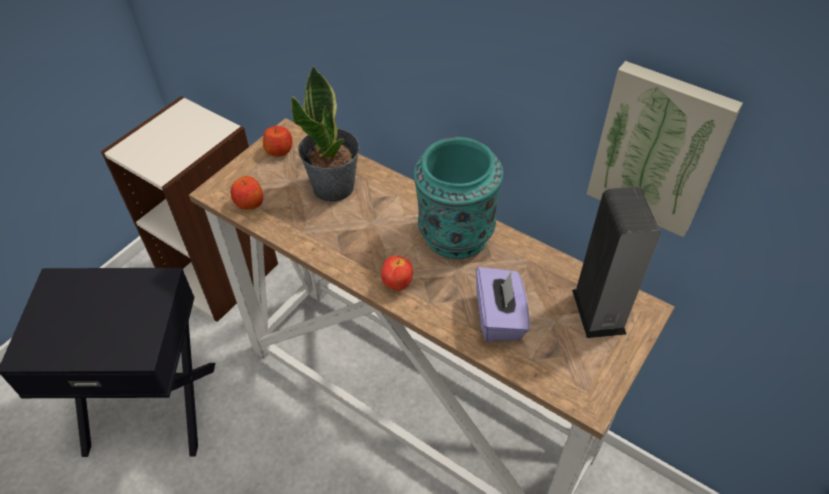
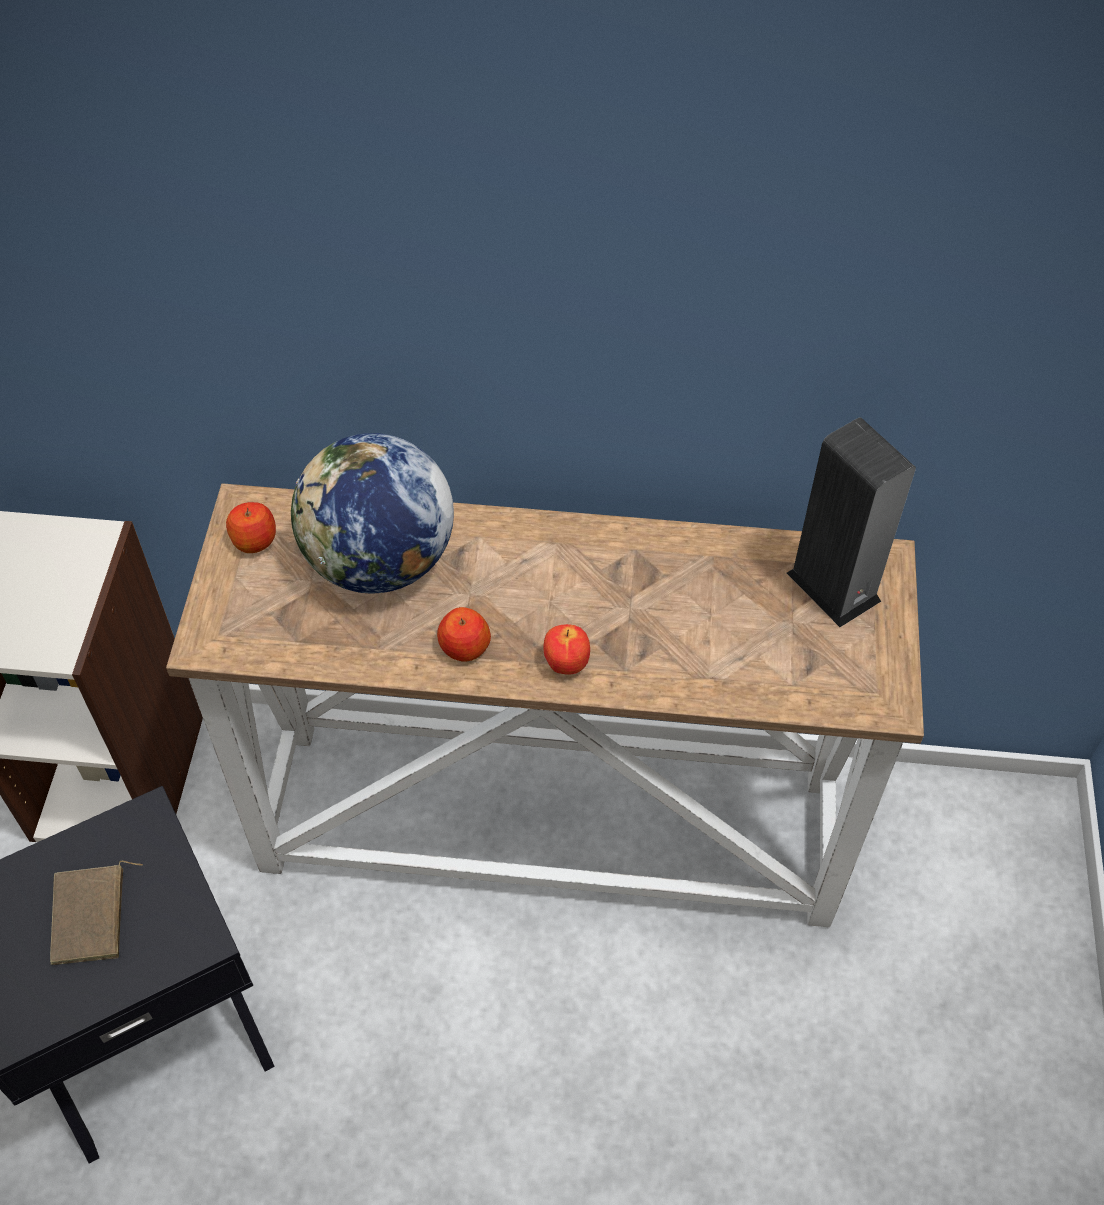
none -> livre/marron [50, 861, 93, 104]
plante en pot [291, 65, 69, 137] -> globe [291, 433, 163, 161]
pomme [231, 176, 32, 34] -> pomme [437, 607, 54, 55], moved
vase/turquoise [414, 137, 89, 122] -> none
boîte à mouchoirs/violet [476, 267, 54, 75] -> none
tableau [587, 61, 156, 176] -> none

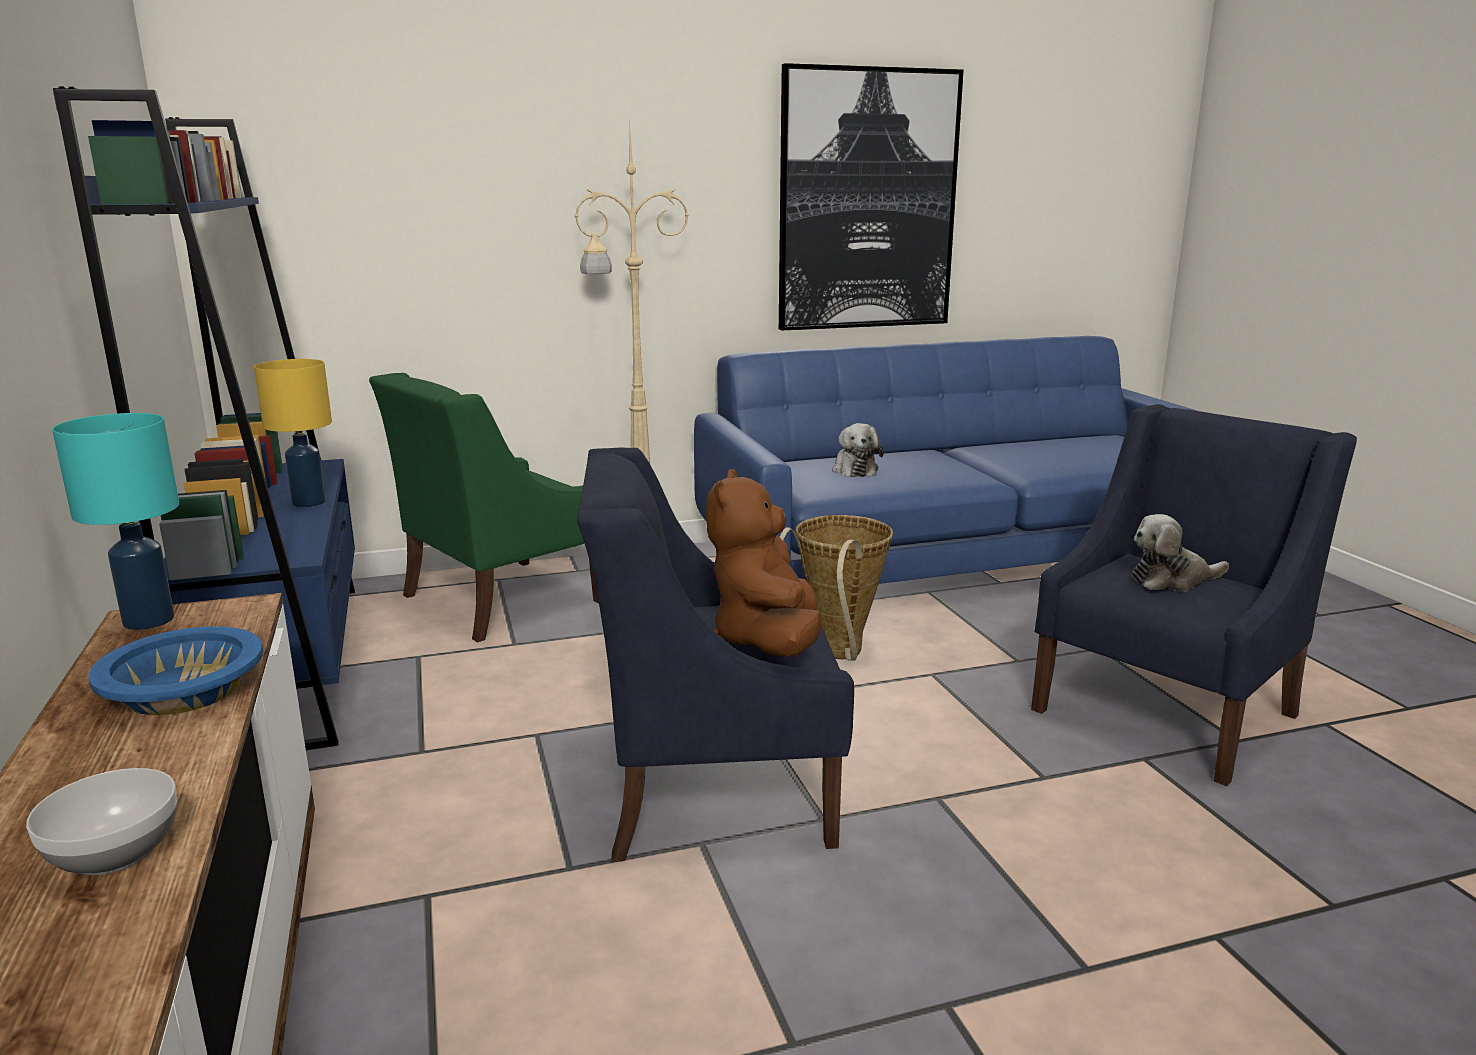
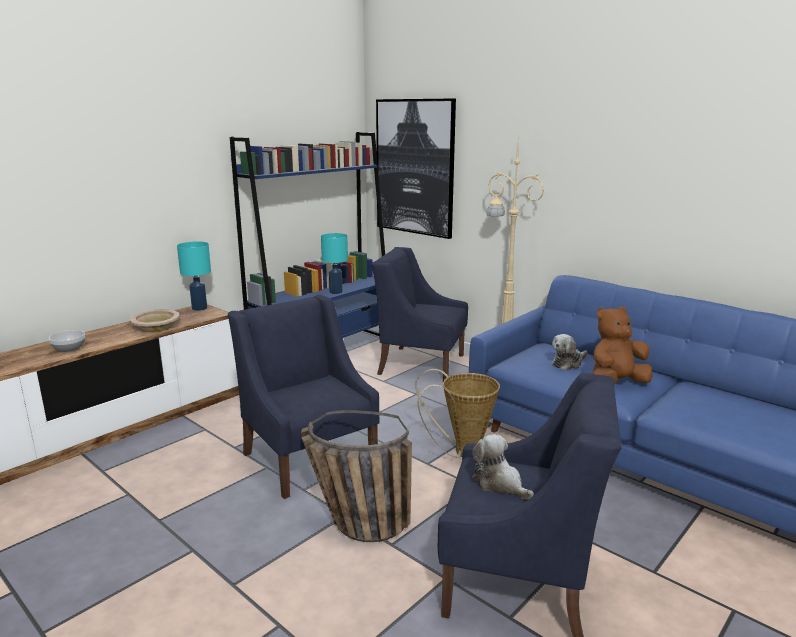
bol/bleu [88, 626, 175, 89] -> bol/beige [130, 309, 50, 23]
none -> panier [301, 410, 111, 132]
lampe de table/jaune [254, 359, 78, 148] -> lampe de table/turquoise [321, 233, 27, 61]
fauteuil/vert [369, 373, 230, 269] -> fauteuil/bleu [371, 247, 97, 134]
tableau [779, 63, 185, 268] -> tableau [376, 98, 80, 141], moved
peluche/marron [706, 469, 116, 188] -> peluche/marron [592, 306, 61, 78], moved

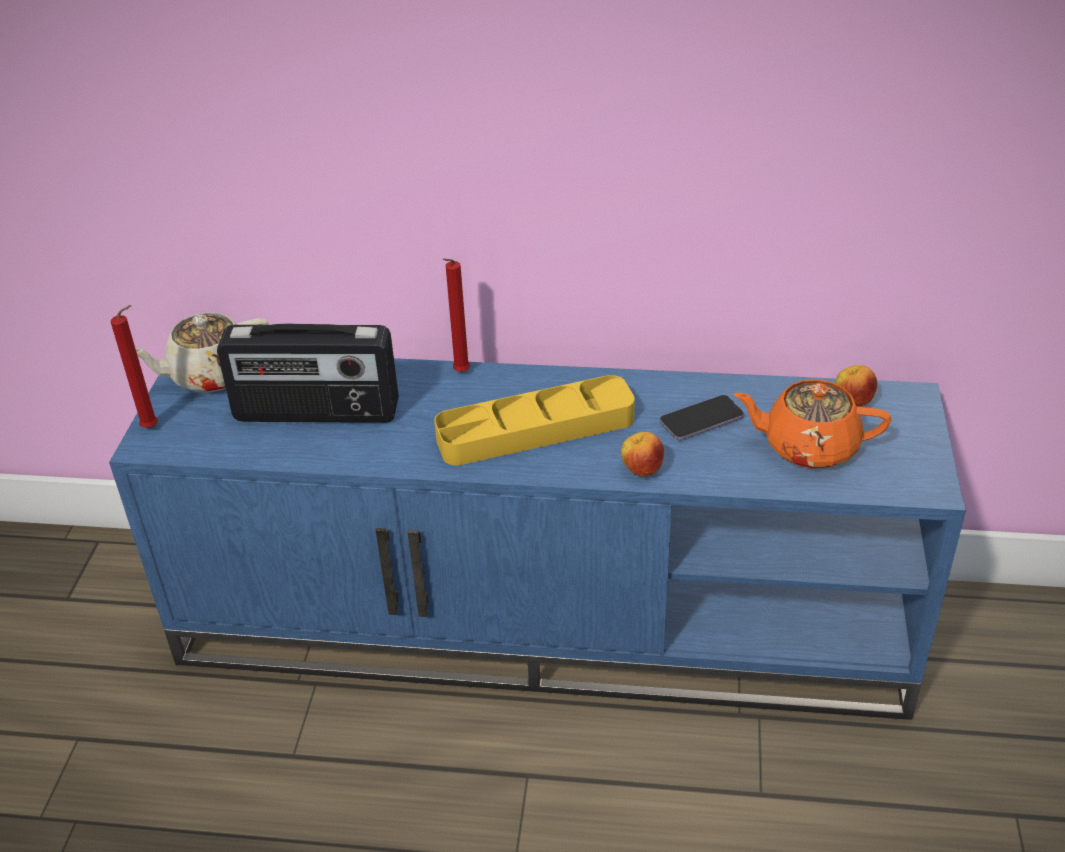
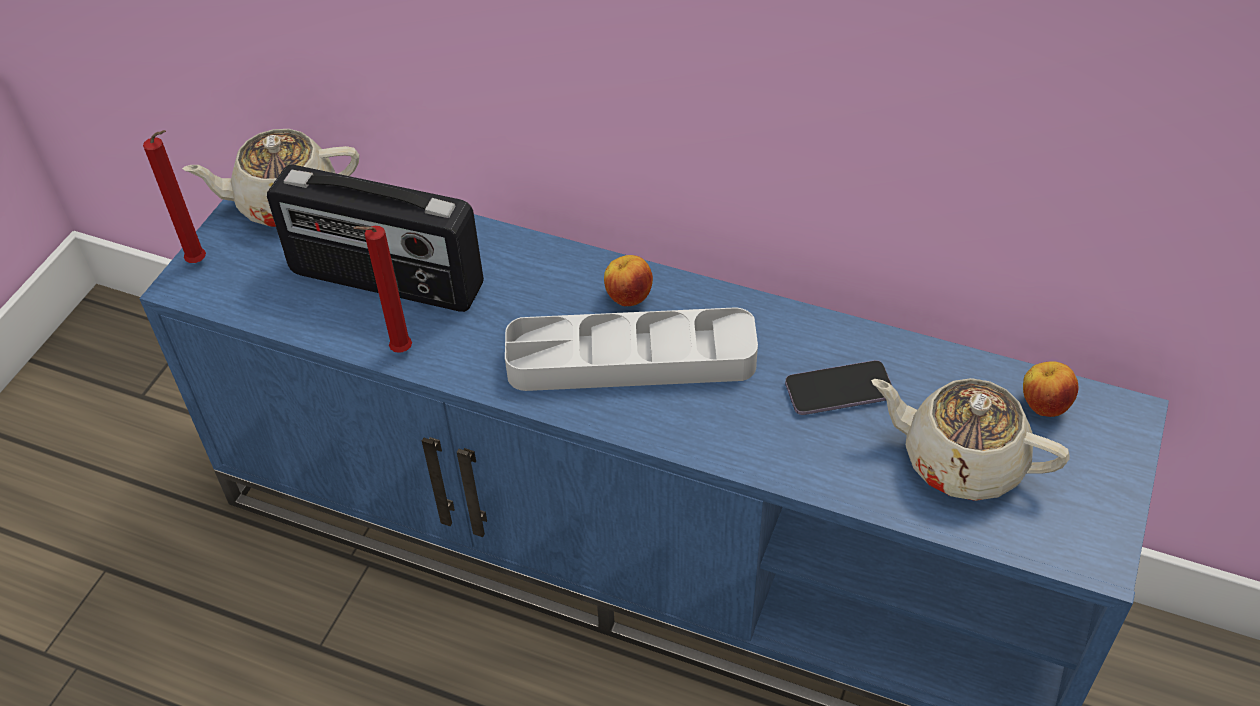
bougie/rouge [442, 258, 28, 114] -> bougie/rouge [354, 226, 58, 127], moved
plateau/jaune [434, 375, 201, 90] -> plateau/gris [505, 308, 253, 83]
pomme [621, 432, 43, 45] -> pomme [604, 255, 49, 51], moved
théière/orange [733, 380, 158, 89] -> théière/beige [871, 378, 199, 123]

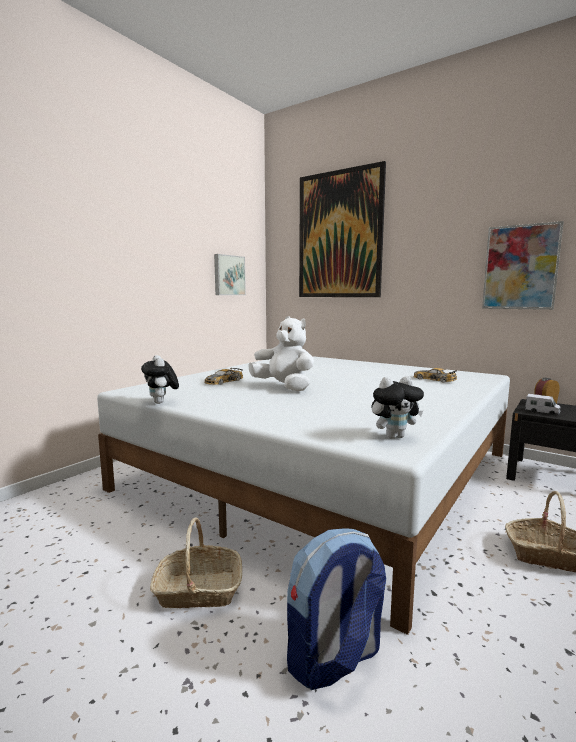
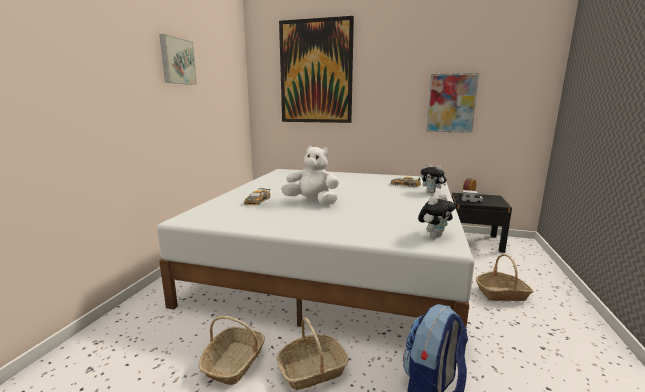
tableau [214, 254, 32, 41] -> tableau [159, 34, 38, 51], moved
none -> panier [198, 316, 67, 69]
peluche [141, 355, 38, 49] -> peluche [421, 164, 26, 29], moved

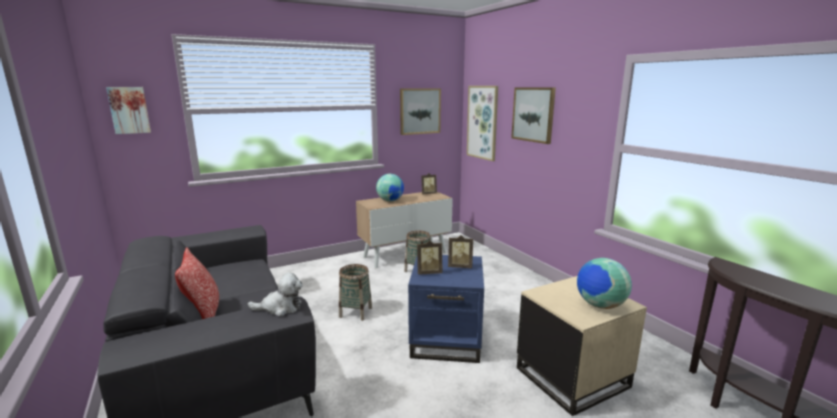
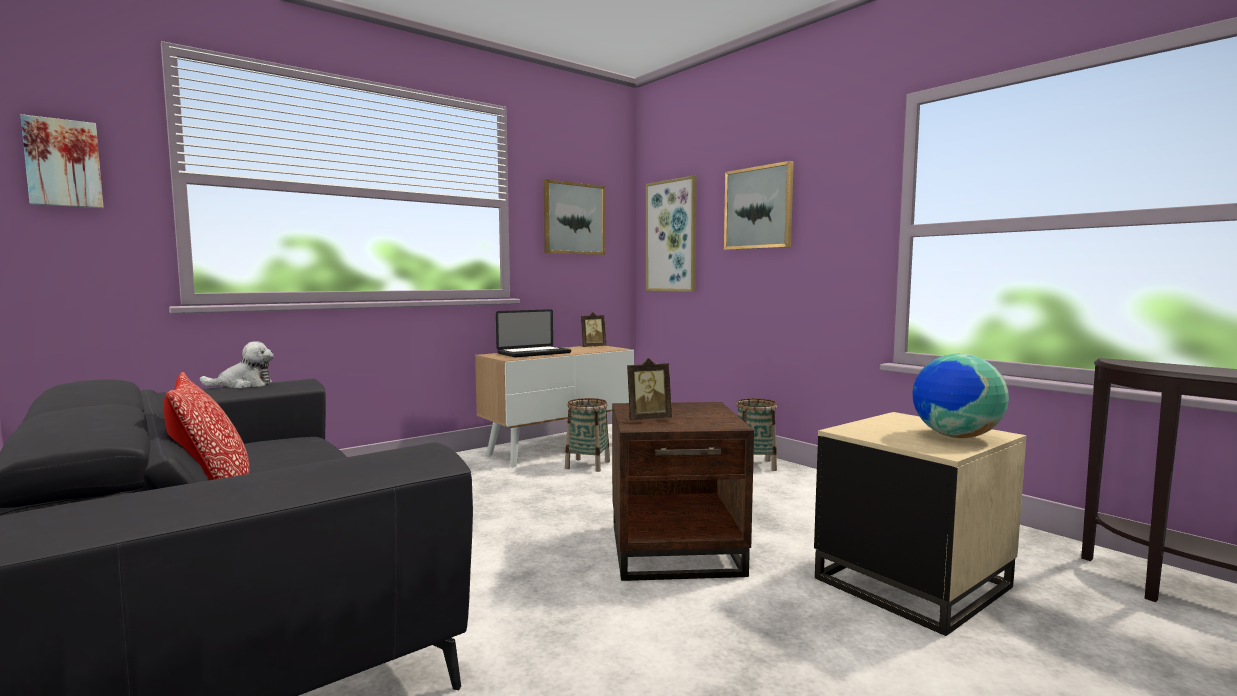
peluche [248, 273, 54, 43] -> peluche [199, 342, 75, 46], moved
globe [376, 174, 28, 27] -> ordinateur portable [496, 309, 75, 48]
table d'appoint/bleu [408, 255, 76, 108] -> table d'appoint/marron [612, 402, 142, 179]
panier [339, 264, 33, 57] -> panier [736, 398, 41, 73], moved
cadre photo [448, 235, 25, 33] -> none

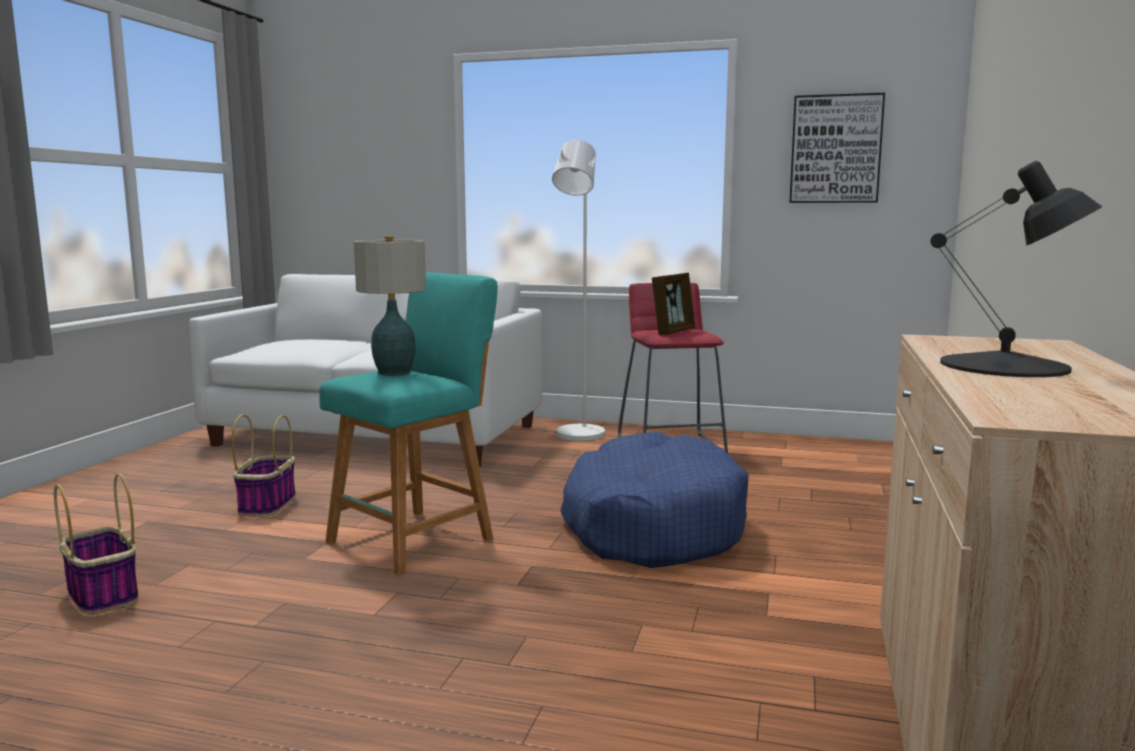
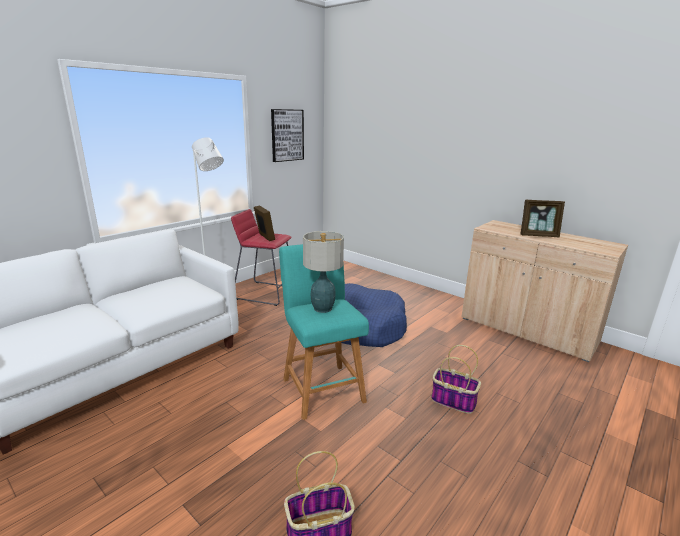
panier [232, 414, 64, 103] -> panier [431, 345, 50, 69], moved
lampe de table/noir [930, 161, 172, 216] -> cadre photo [521, 199, 44, 38]

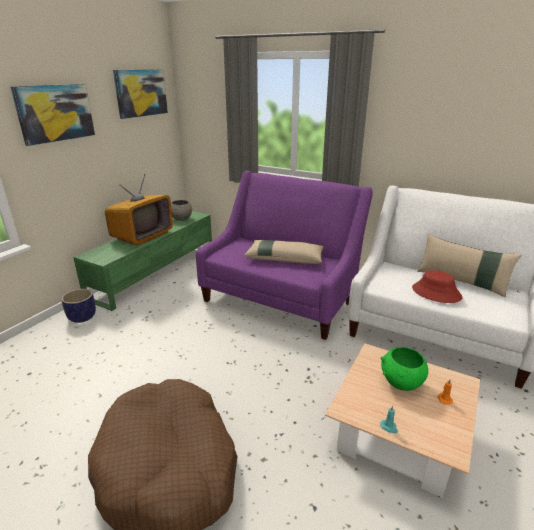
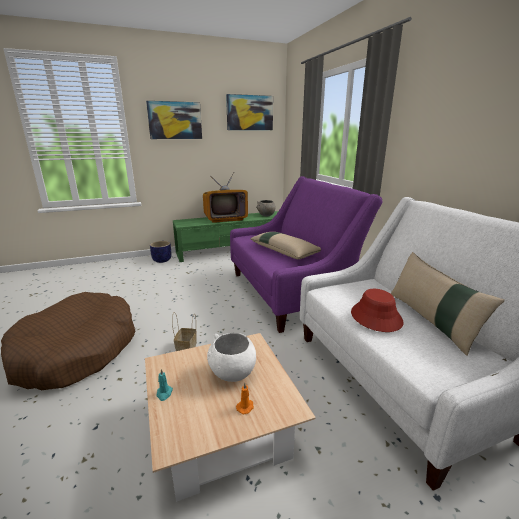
none -> panier [172, 312, 25, 39]
bol/vert [380, 347, 48, 44] -> bol/blanc [207, 333, 49, 49]

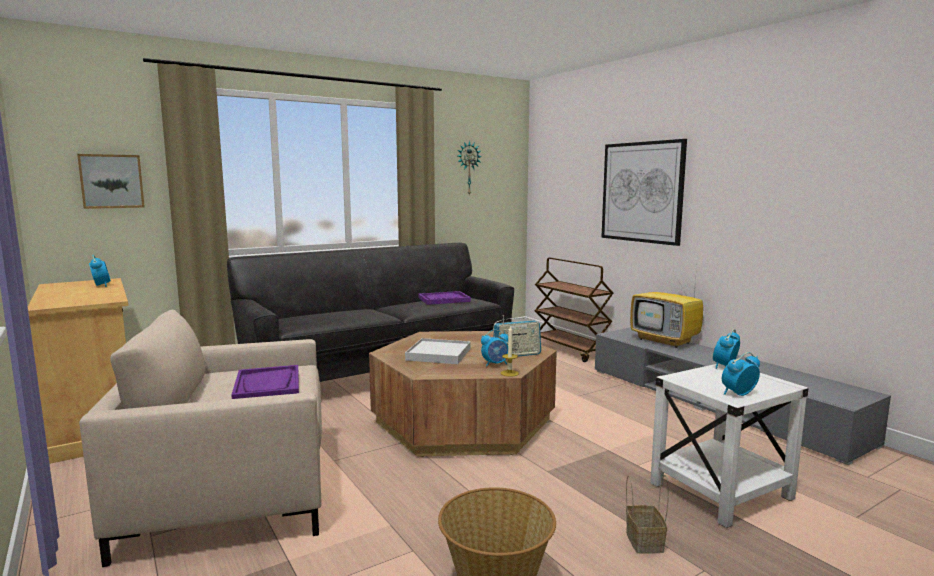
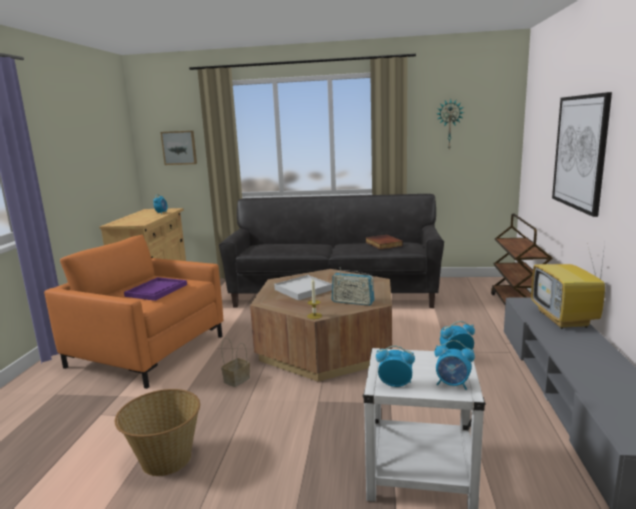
fauteuil/beige [79, 310, 243, 257] -> fauteuil/orange [44, 235, 179, 154]
panier [626, 475, 43, 79] -> panier [221, 337, 29, 50], moved
plateau/violet [418, 291, 53, 14] -> livre [365, 235, 38, 14]
réveil [481, 329, 27, 38] -> réveil [435, 340, 40, 50], moved

